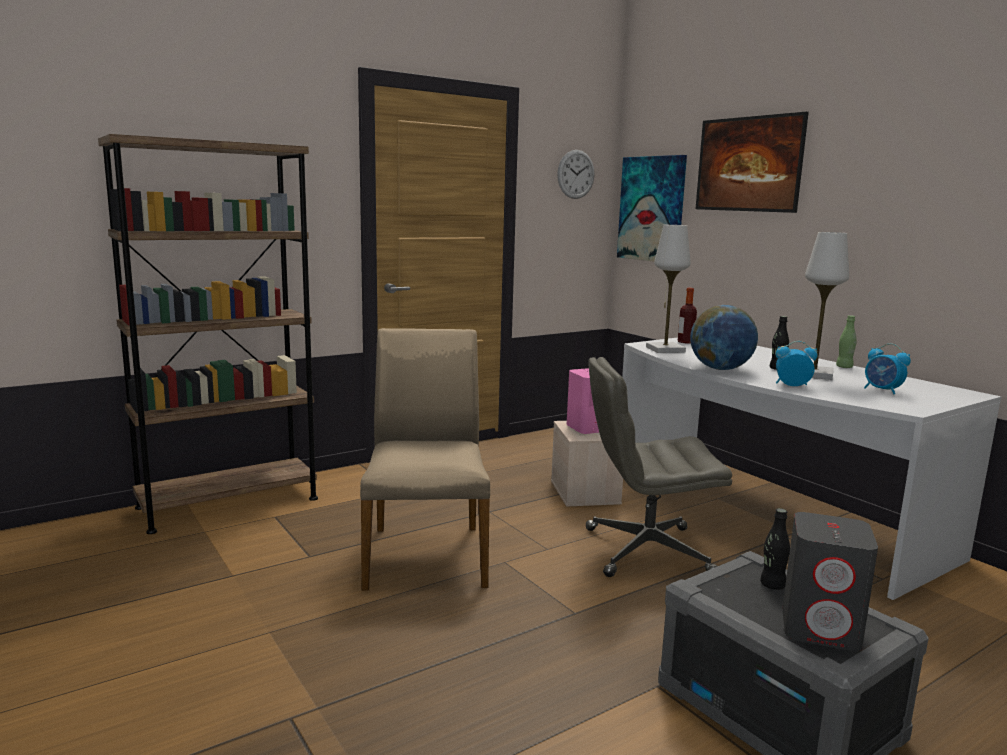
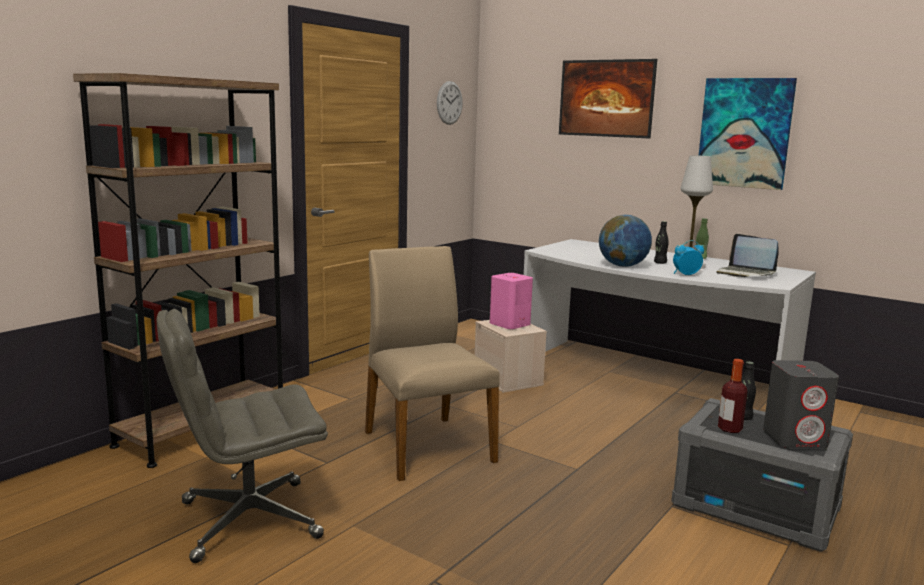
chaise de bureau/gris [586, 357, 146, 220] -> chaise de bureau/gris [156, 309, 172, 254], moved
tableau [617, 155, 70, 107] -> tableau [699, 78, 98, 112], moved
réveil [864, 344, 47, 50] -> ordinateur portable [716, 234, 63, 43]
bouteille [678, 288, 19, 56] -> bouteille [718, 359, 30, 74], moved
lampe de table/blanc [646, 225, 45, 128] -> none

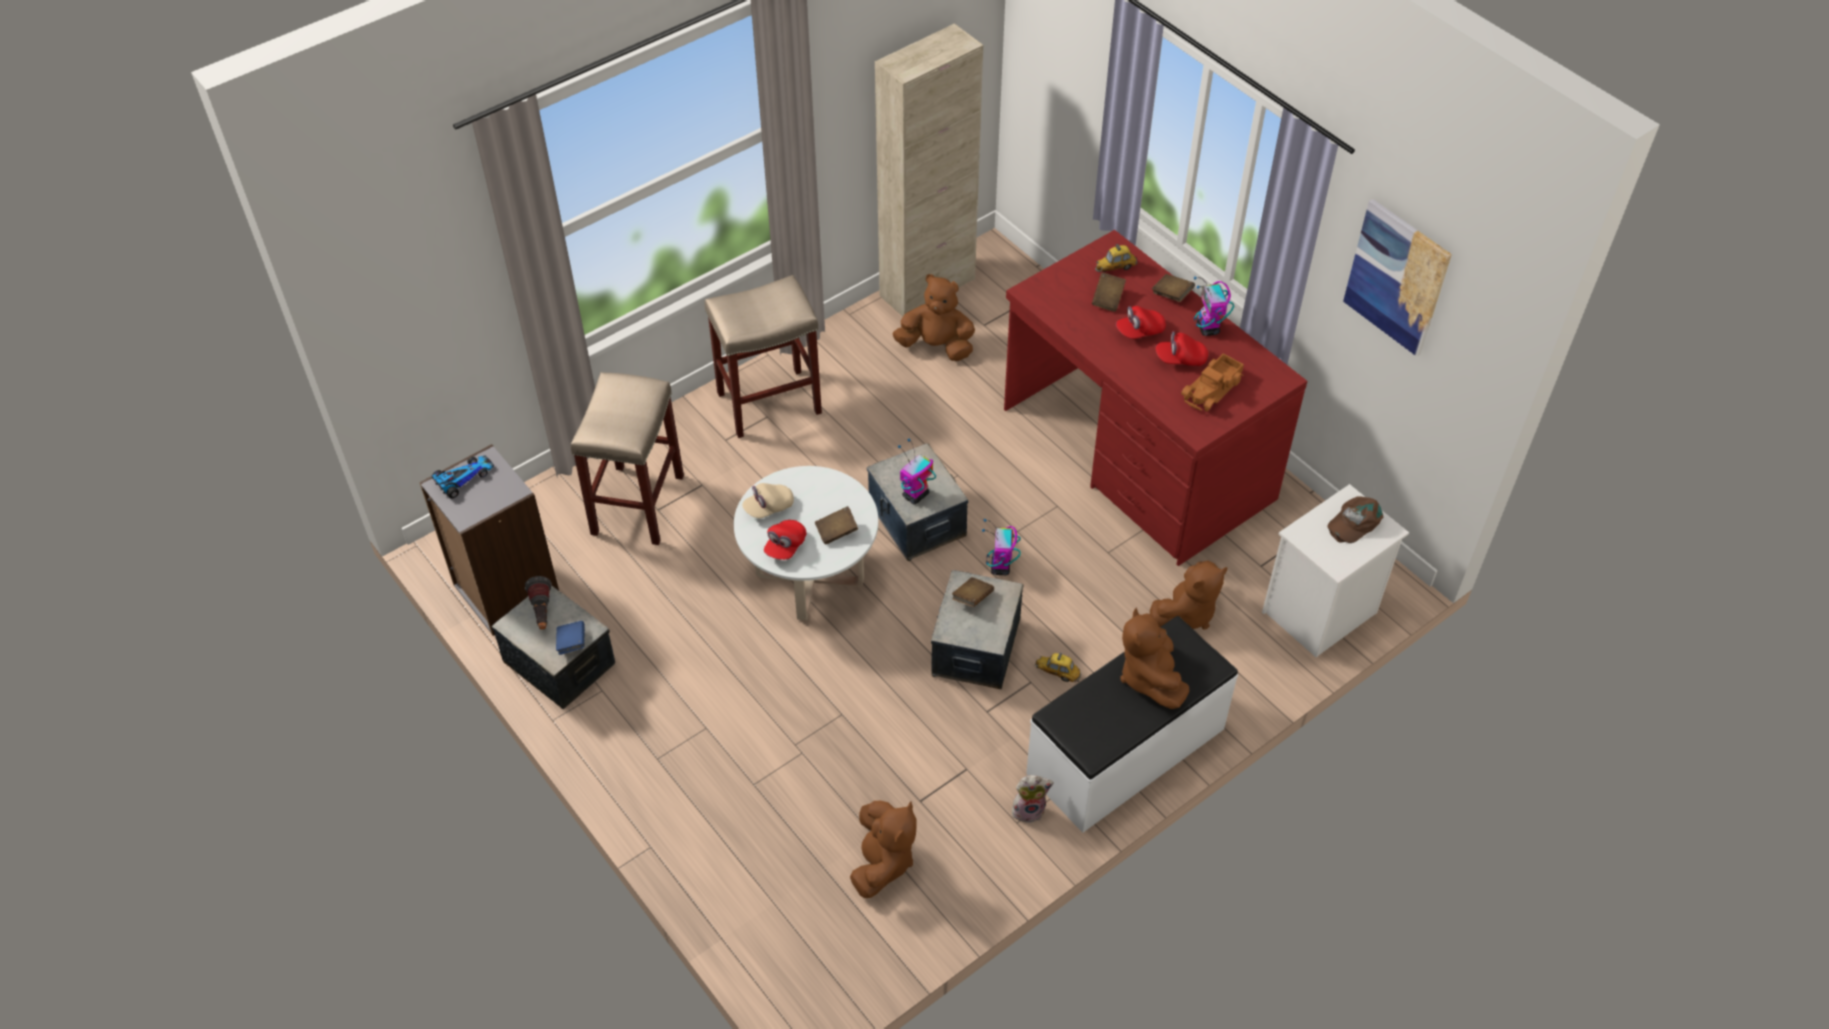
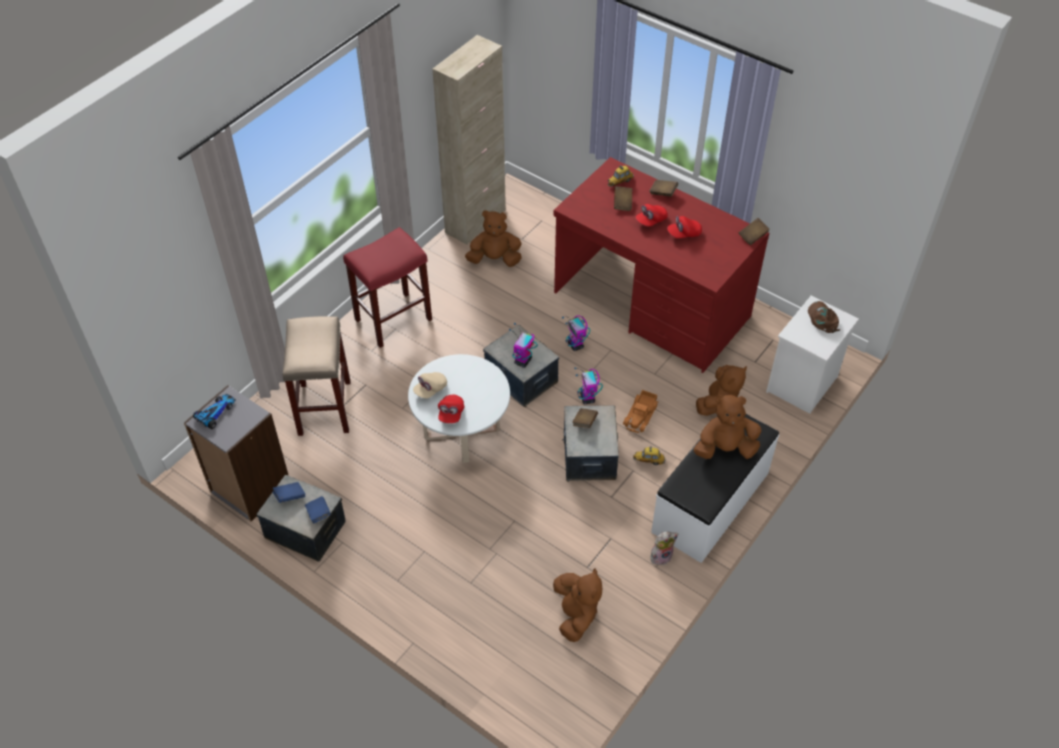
lampe de poche [525, 576, 27, 54] -> livre/bleu [273, 482, 32, 21]
tabouret/beige [704, 275, 118, 163] -> tabouret/rouge [343, 227, 89, 121]
robot jouet [1194, 277, 40, 59] -> robot jouet [562, 315, 28, 36], moved
camion jouet [1181, 353, 63, 58] -> camion jouet [623, 390, 35, 43], moved
peluche/marron [1120, 608, 69, 101] -> peluche/marron [694, 395, 68, 64], 105 degrees clockwise
livre/marron [815, 506, 43, 39] -> livre/marron [739, 218, 31, 27], moved
casquette/marron [1328, 496, 55, 47] -> casquette/marron [808, 301, 32, 32], 135 degrees clockwise
tableau [1343, 199, 109, 157] -> none

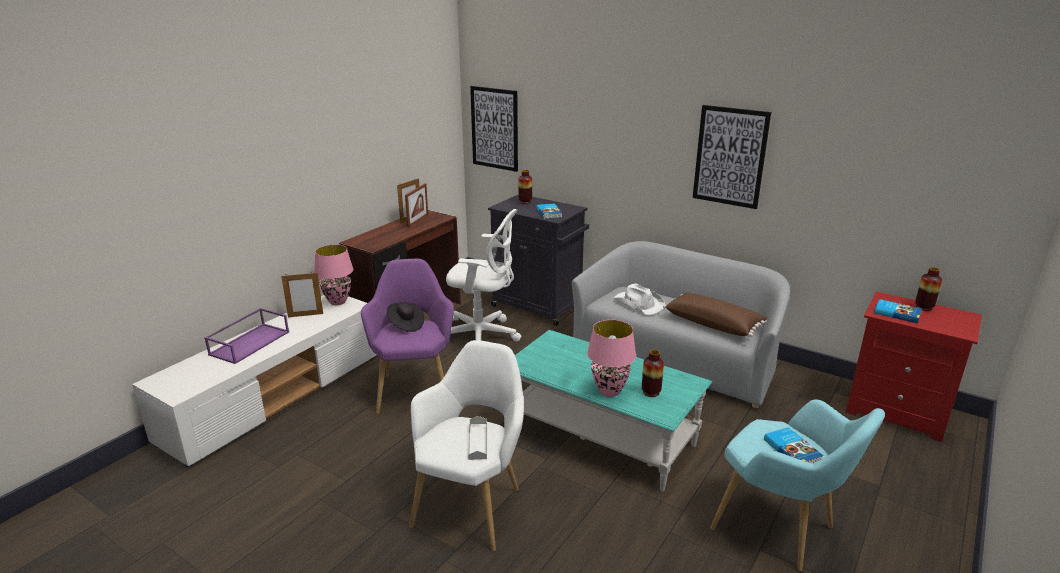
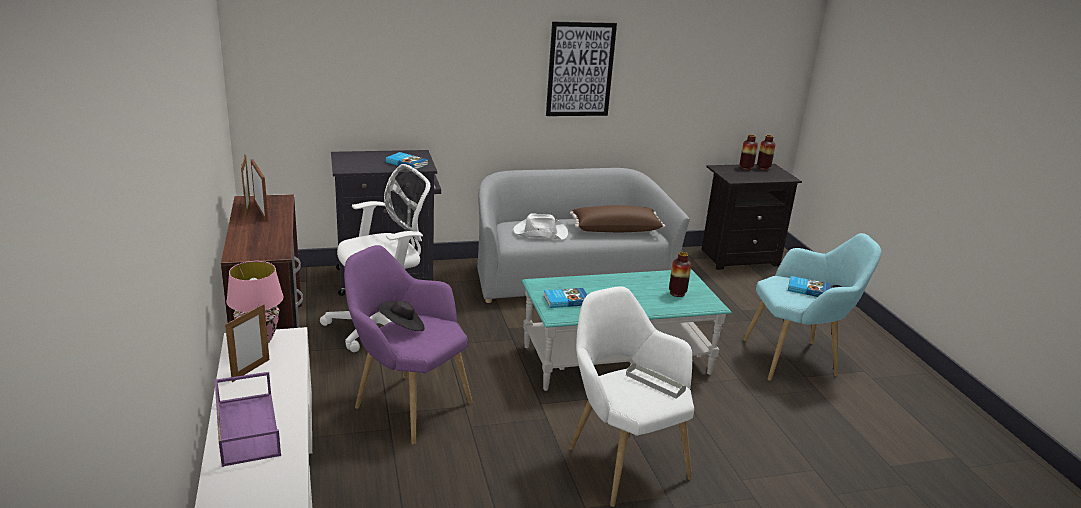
livre [874, 299, 48, 24] -> livre [544, 288, 43, 20], moved
table de chevet/rouge [846, 291, 136, 151] -> table de chevet/noir [701, 164, 101, 106]
vase [518, 170, 14, 34] -> vase [757, 135, 19, 35], moved
tableau [470, 86, 48, 86] -> none
lampe de table/rose [587, 320, 49, 77] -> none

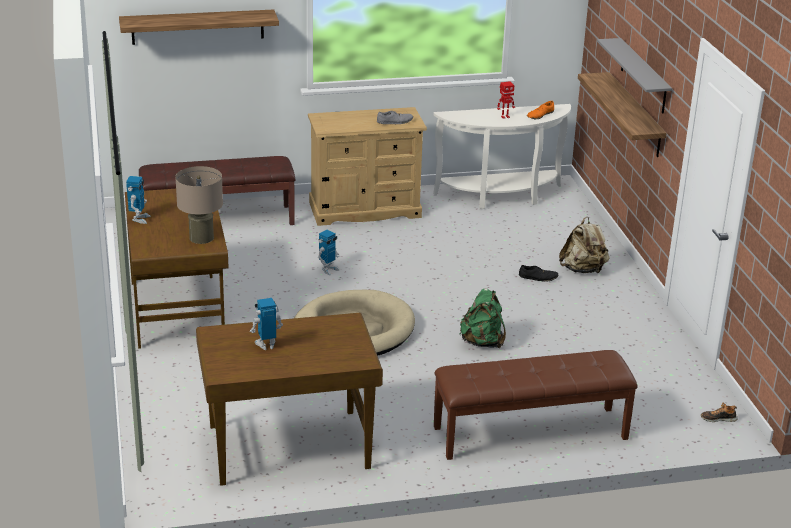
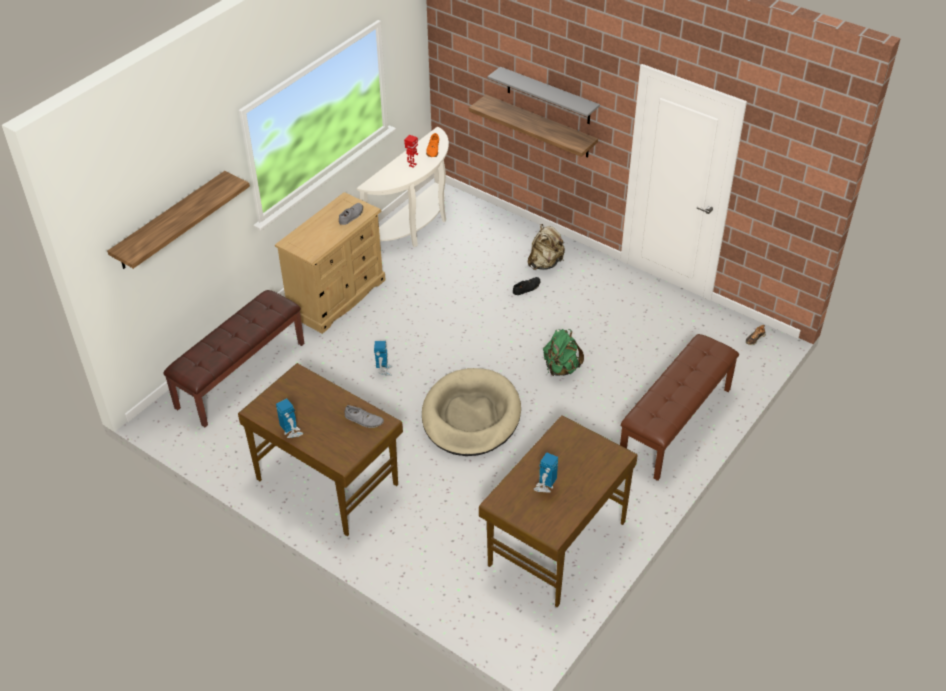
lampe de table/beige [175, 166, 48, 78] -> chaussure/gris [345, 405, 39, 23]

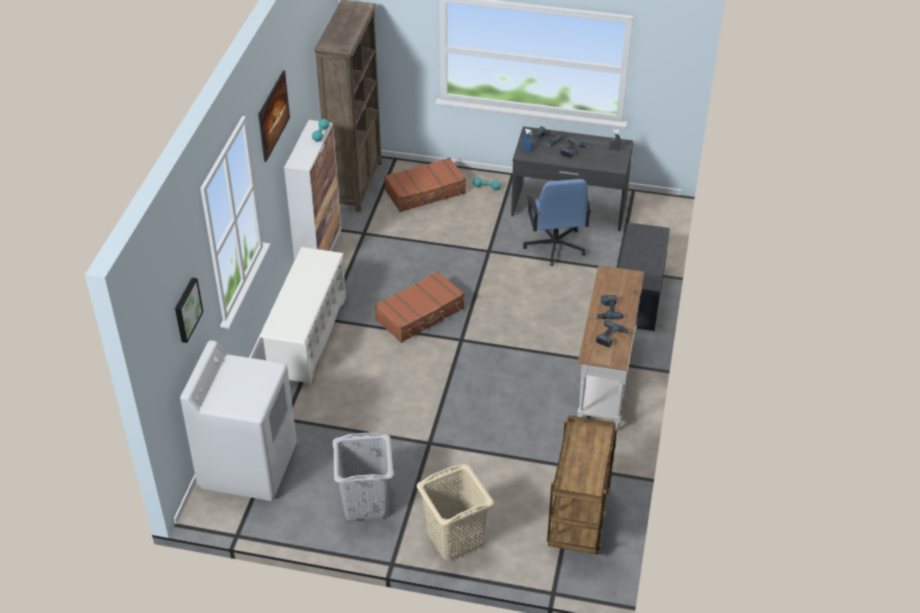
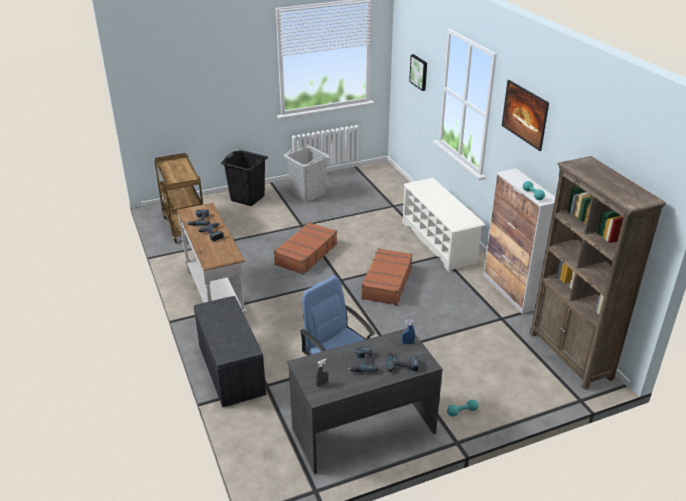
panier à linge/beige [417, 464, 77, 97] -> panier à linge/noir [221, 150, 47, 56]
valise/marron [384, 157, 82, 55] -> valise/marron [274, 222, 63, 53], moved
lave-linge/blanc [180, 340, 117, 161] -> none

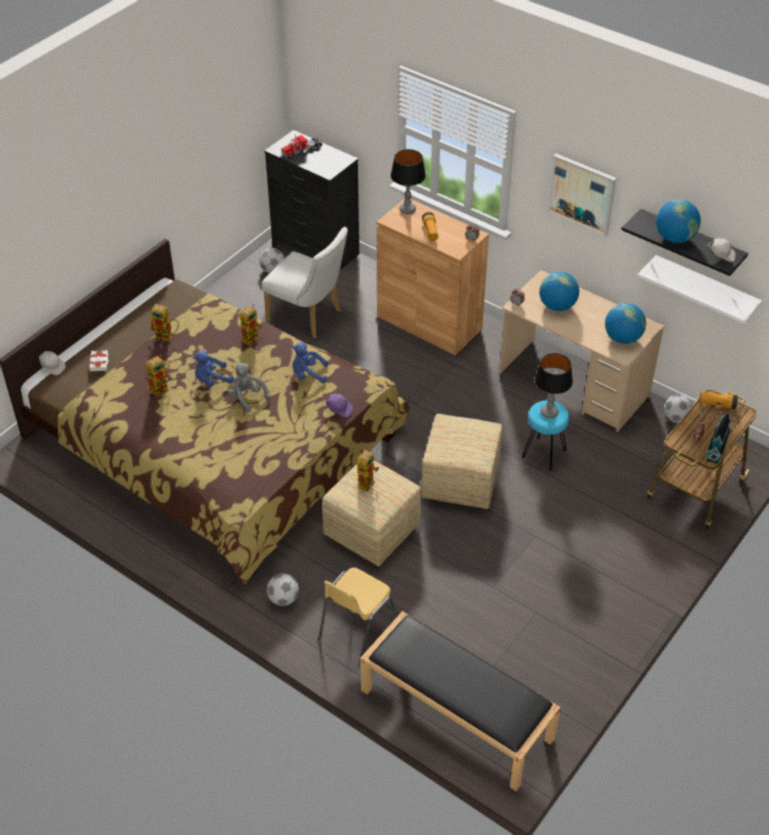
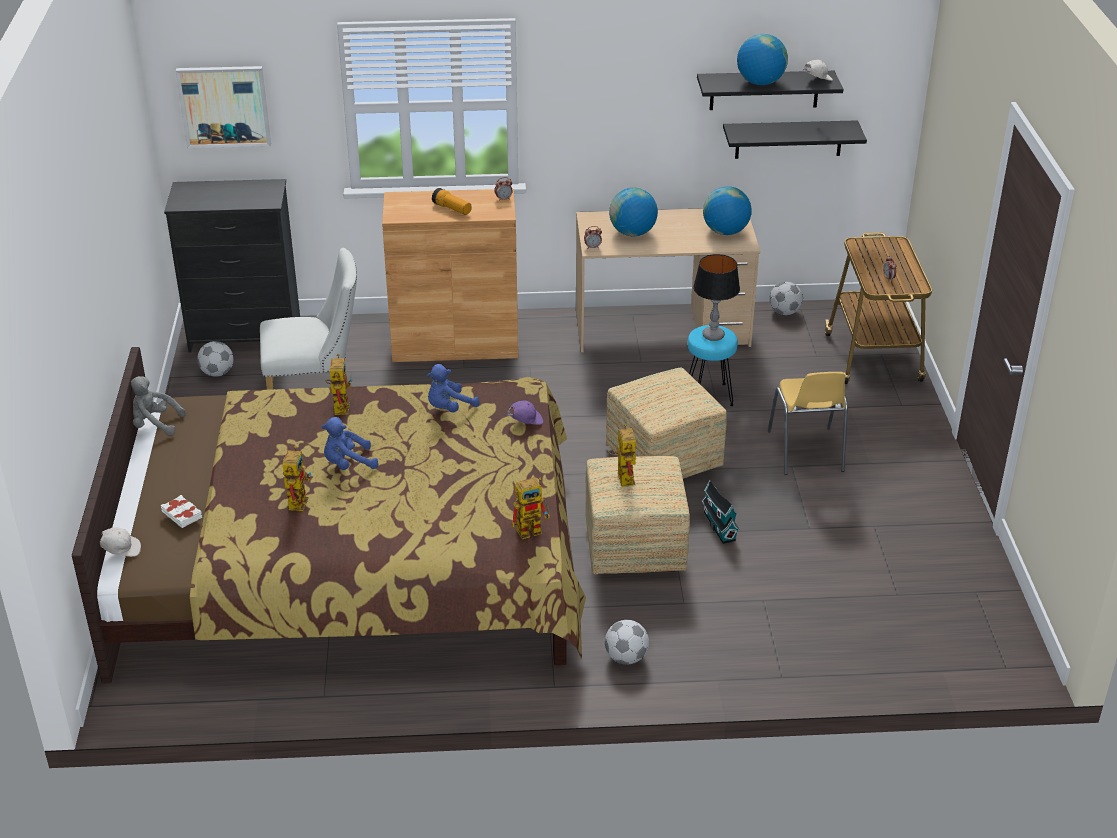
peluche/gris [228, 363, 42, 49] -> peluche/gris [131, 376, 55, 59], moved
tableau [547, 154, 70, 83] -> tableau [176, 66, 95, 82], moved
peluche/bleu [193, 350, 41, 37] -> peluche/bleu [321, 417, 57, 53], 45 degrees clockwise
robot jouet [150, 304, 29, 39] -> robot jouet [511, 477, 39, 62], moved
maison miniature [707, 412, 24, 52] -> maison miniature [702, 480, 38, 64], moved
étagère/blanc [637, 255, 125, 69] -> étagère/noir [723, 120, 144, 39]
chaise/jaune [318, 568, 79, 96] -> chaise/jaune [768, 372, 80, 103], moved
camion jouet [281, 135, 41, 24] -> none
banc/noir [360, 611, 200, 180] -> none
lampe de table [391, 149, 35, 65] -> none
lampe de poche [699, 392, 39, 17] -> none

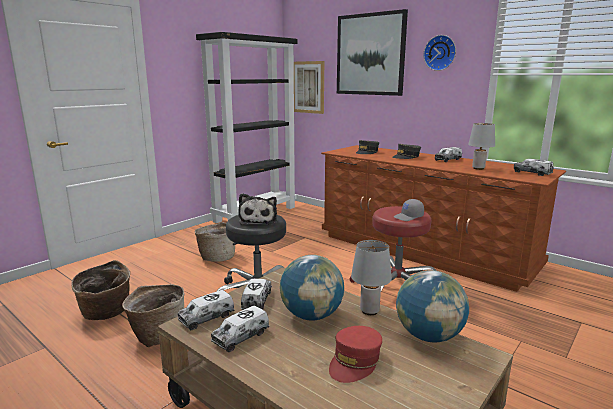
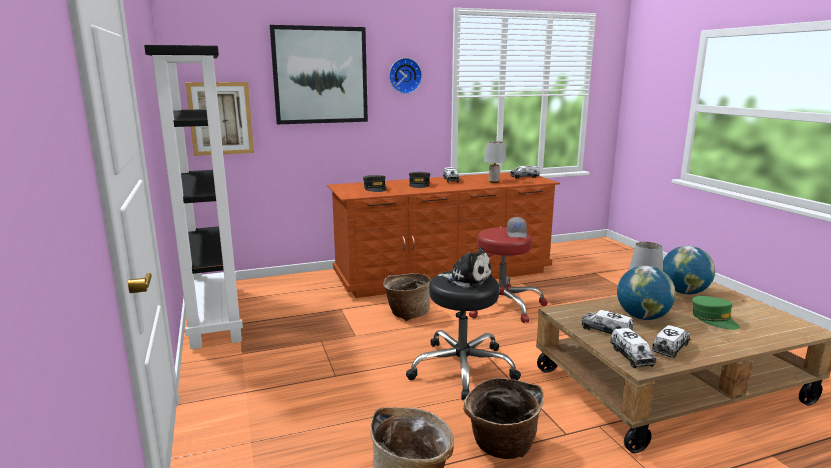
panier [194, 222, 41, 40] -> panier [383, 273, 48, 48], moved
camion jouet [211, 306, 58, 46] -> camion jouet [652, 325, 38, 33], 120 degrees counterclockwise
casquette/rouge [329, 326, 53, 57] -> casquette/vert [692, 296, 48, 34]

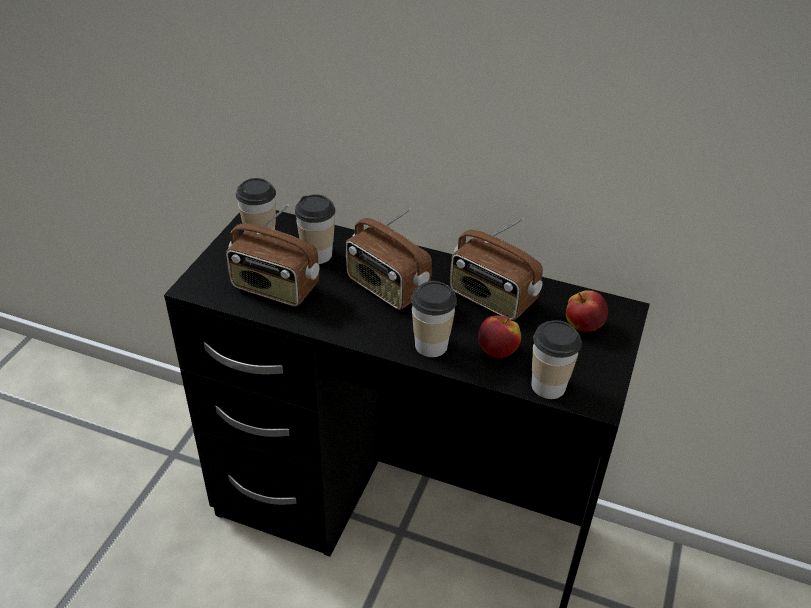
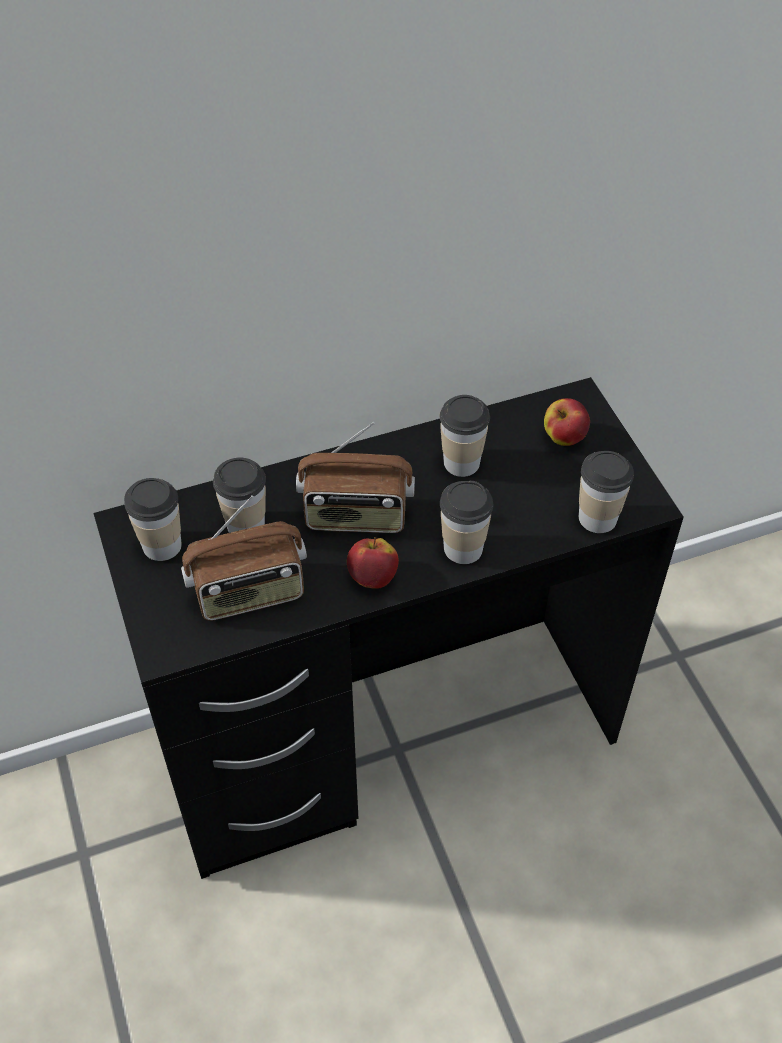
pomme [478, 315, 43, 43] -> pomme [347, 537, 52, 51], moved
radio [450, 218, 93, 103] -> tasse [440, 395, 50, 82]

